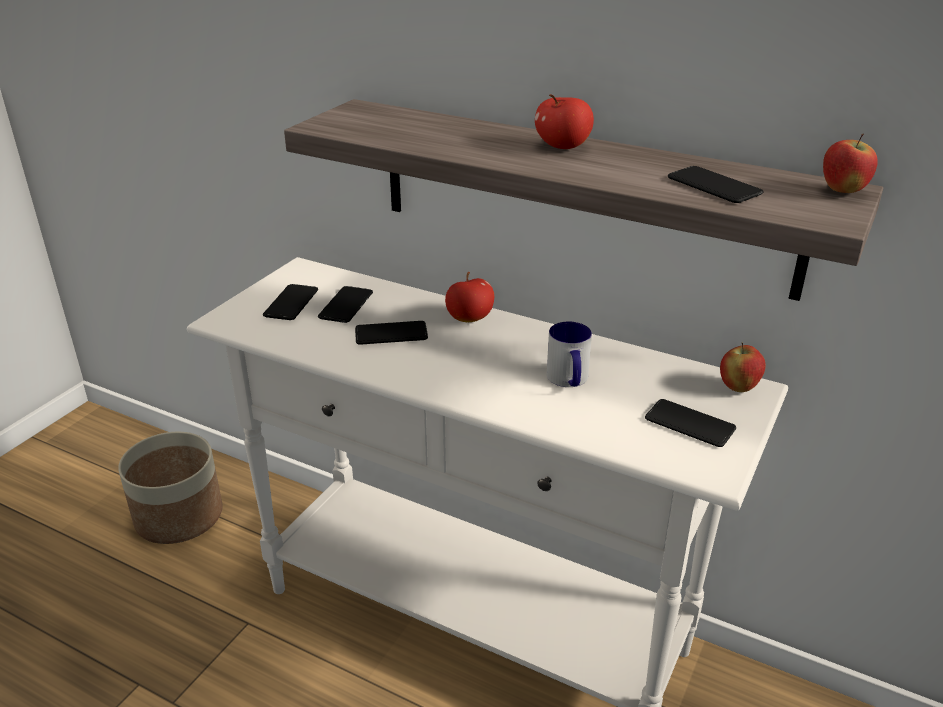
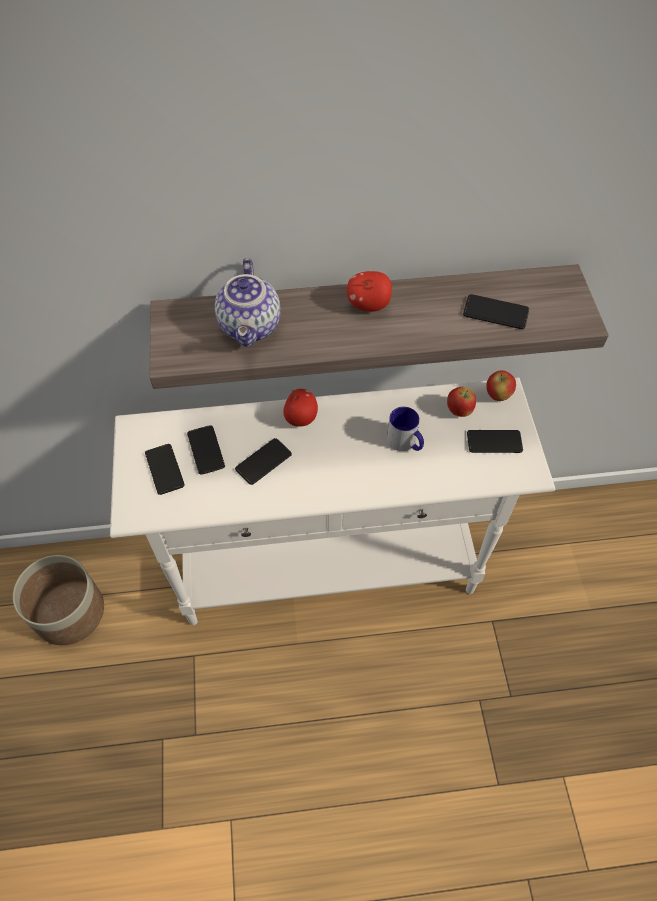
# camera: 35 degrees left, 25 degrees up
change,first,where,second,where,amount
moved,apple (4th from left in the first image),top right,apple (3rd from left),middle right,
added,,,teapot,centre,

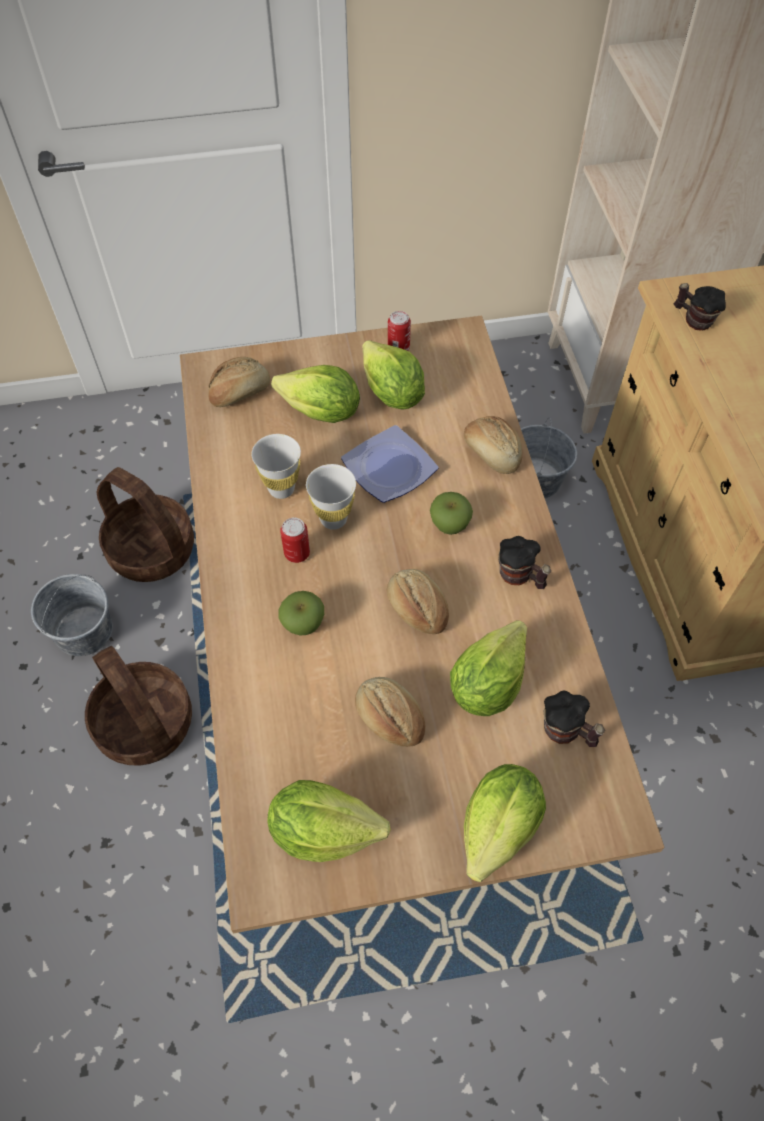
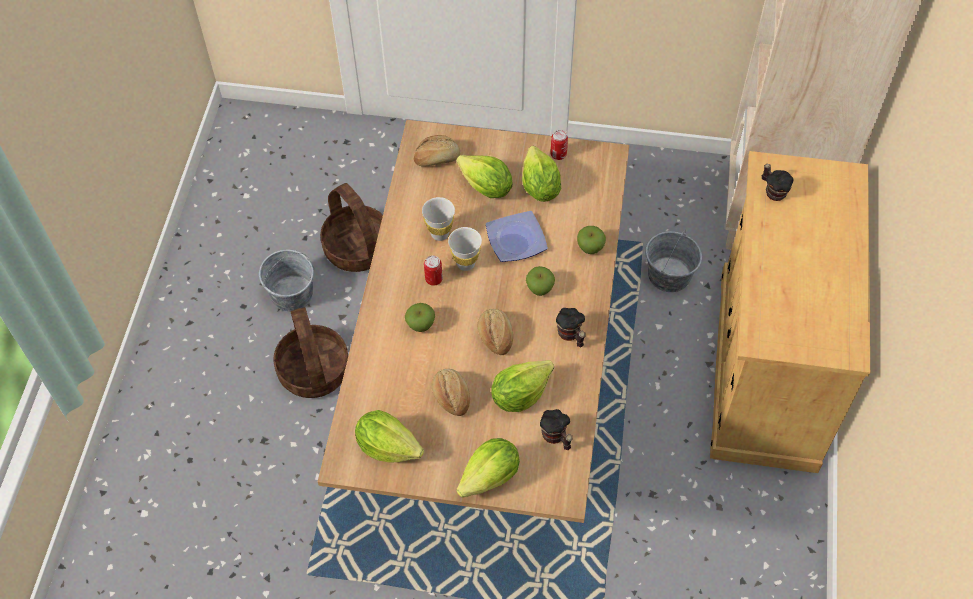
# camera: 20 degrees right, 0 degrees up
change,first,where,second,where,amount
replaced,bread (4th from left),centre,apple (3rd from left),centre,

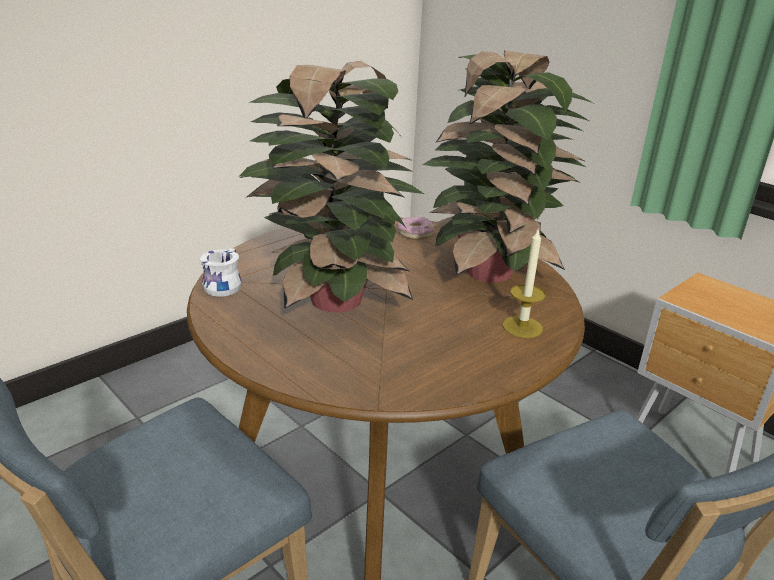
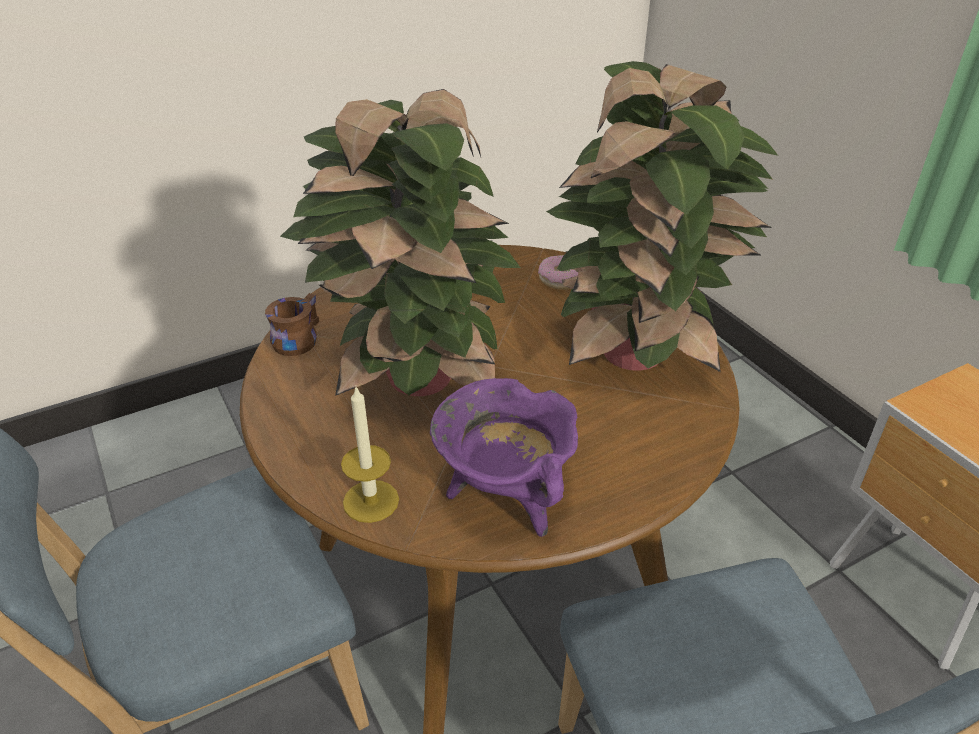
# camera: 15 degrees right, 10 degrees up
change,first,where,second,where,amount
moved,candle,middle right,,centre,
recoloured,white mug,middle left,brown mug,middle left,
added,,,purple cooking pot,centre,

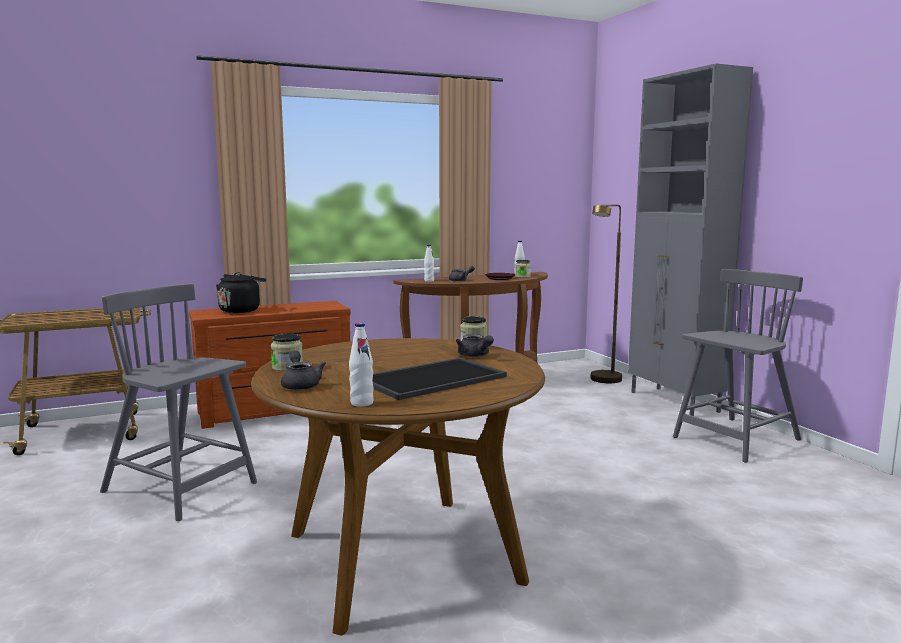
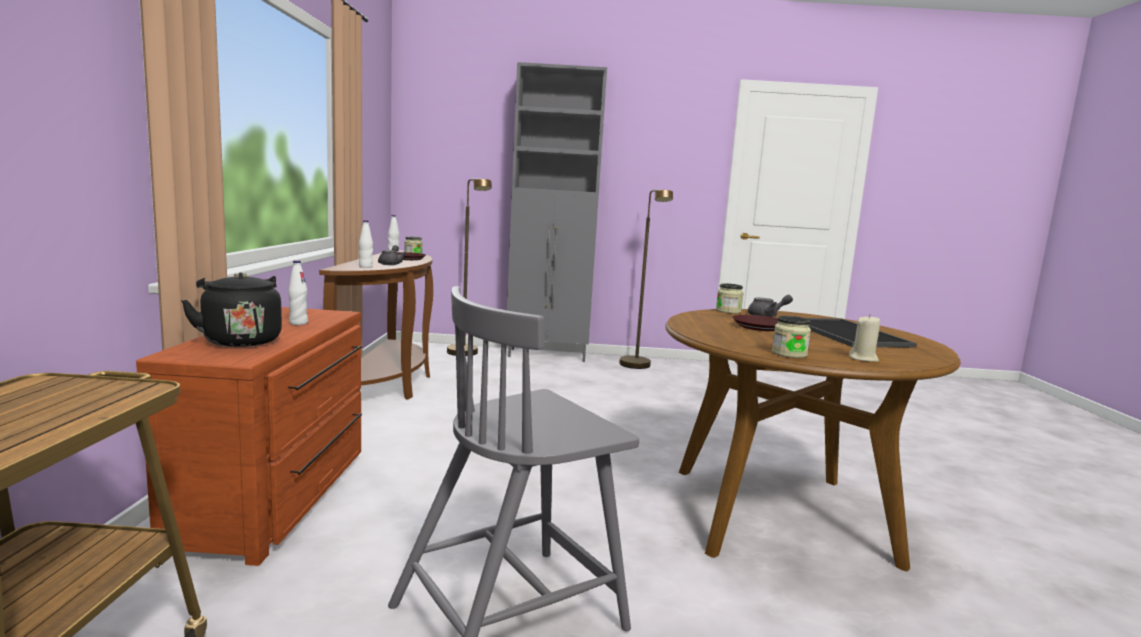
# camera: 65 degrees left, 0 degrees up
change,first,where,second,where,amount
replaced,grey chair (2nd from left),middle right,brown floor lamp (2nd from left),centre,
moved,white bottle (1st from left),centre,,middle left,
replaced,grey teapot (1st from left),centre,beige candle,middle right,
added,,,brown plate (2nd from left),centre,

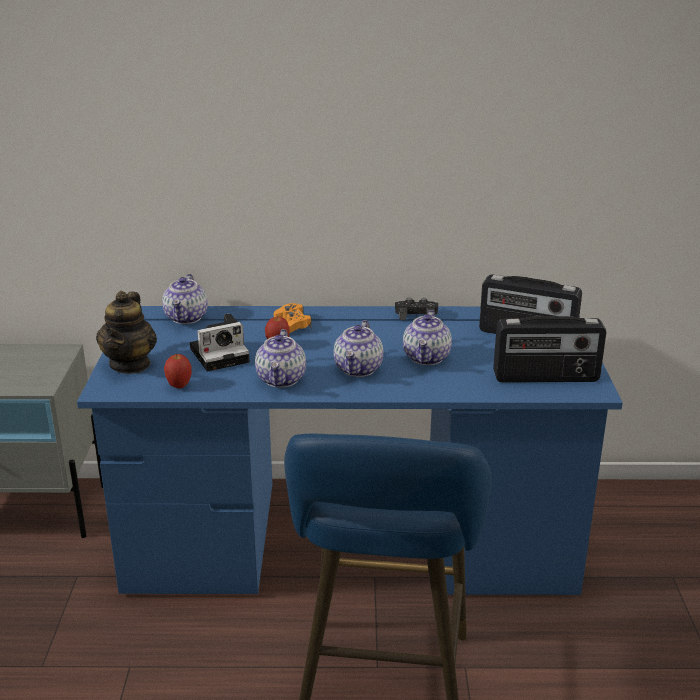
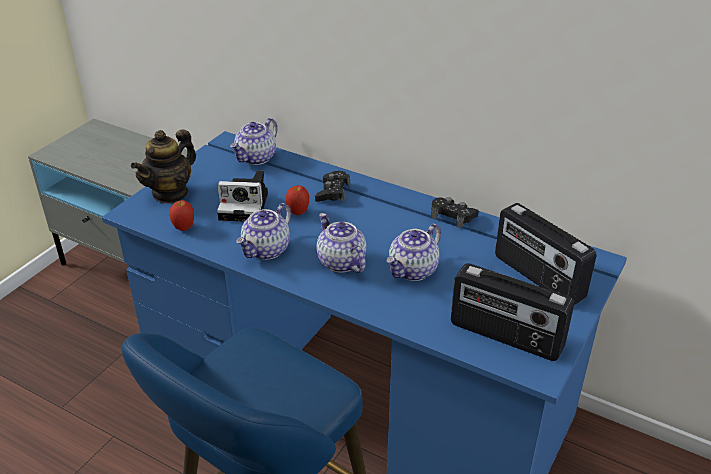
# camera: 30 degrees right, 10 degrees up
change,first,where,second,where,amount
recoloured,orange game controller,centre,black game controller (1st from left),centre,
turned,teapot (4th from left),centre,,centre,105 degrees clockwise

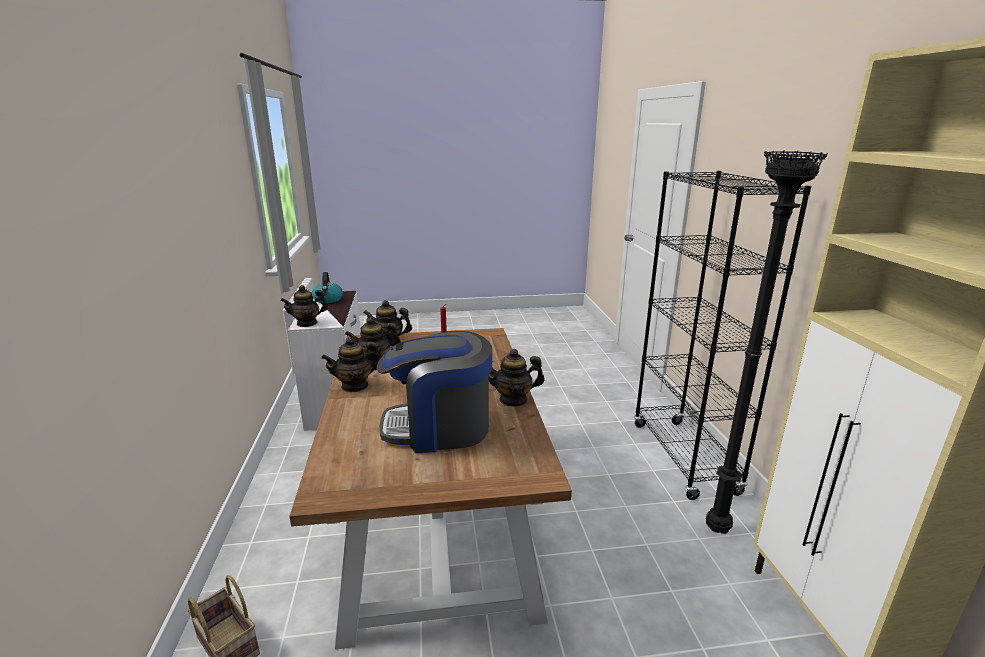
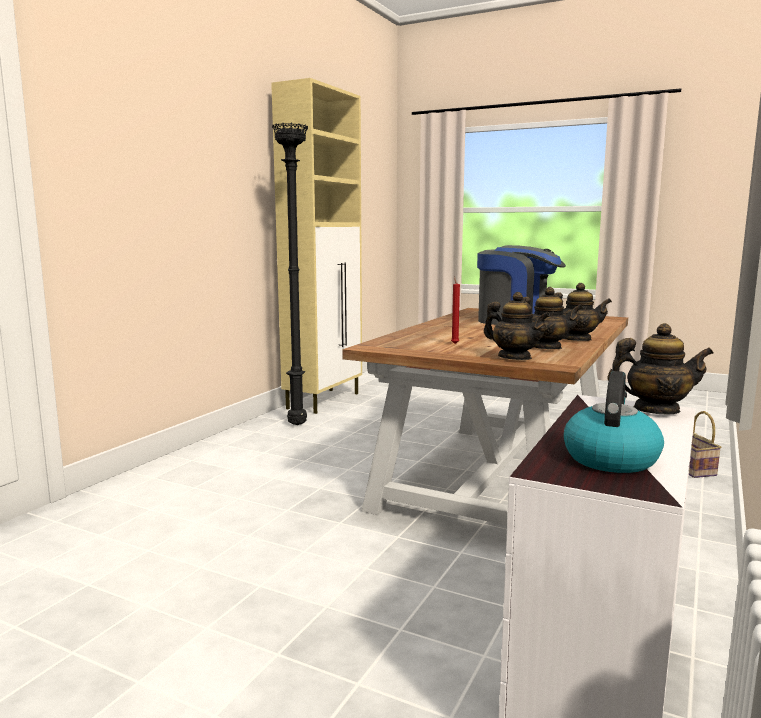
# camera: 145 degrees left, 10 degrees down
change,first,where,second,where,amount
removed,black bookcase,middle right,,,
removed,teapot (5th from left),centre,,,

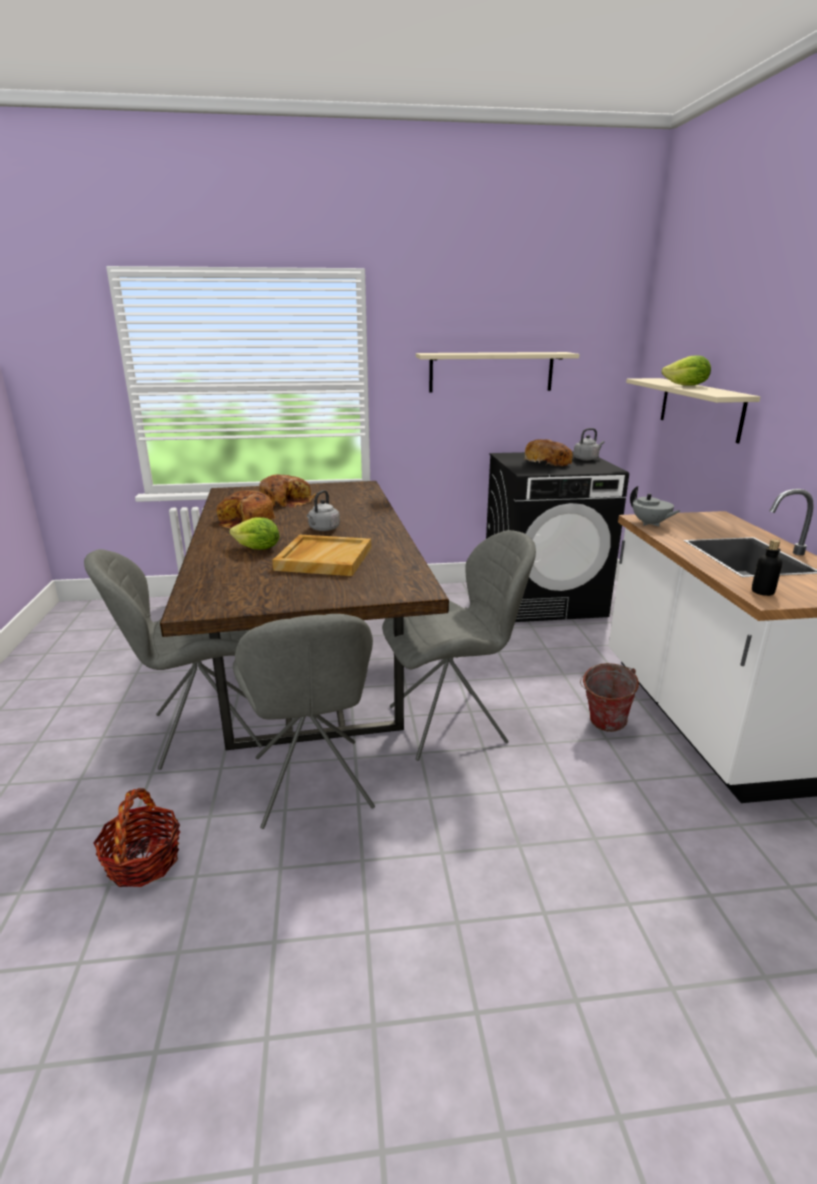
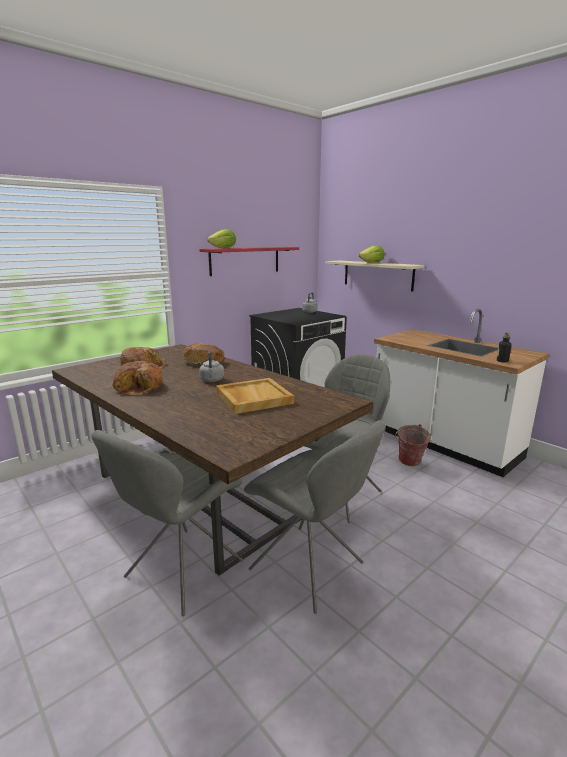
# camera: 35 degrees left, 5 degrees down
change,first,where,second,where,amount
recoloured,beige shelf (1st from left),top centre,red shelf,centre,
moved,bread (3rd from left),middle right,,centre,
removed,grey teapot,middle right,,,
moved,lettuce (1st from left),middle left,,top centre,
removed,basket,bottom left,,,

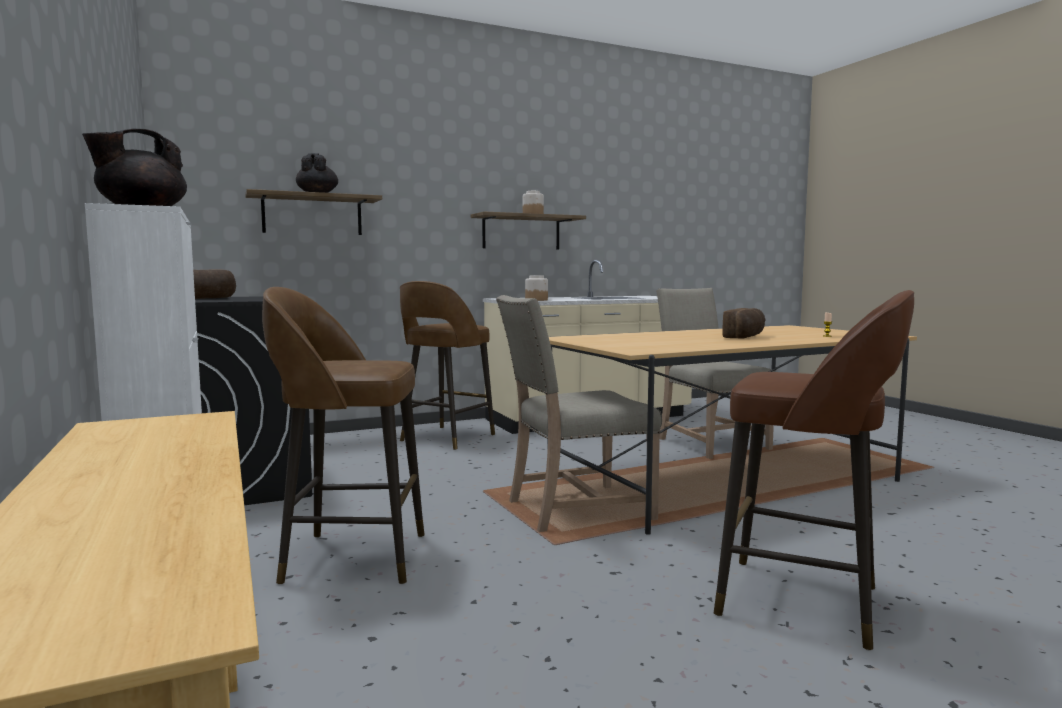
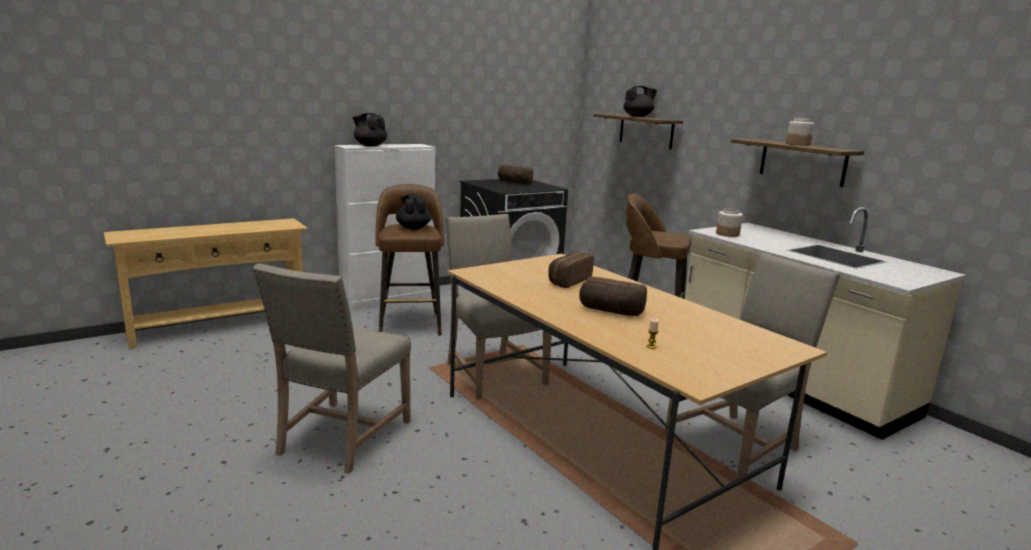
# camera: 80 degrees right, 10 degrees up
change,first,where,second,where,amount
replaced,brown stool (3rd from left),middle right,beige chair (1st from left),bottom left,
added,,,black teapot (2nd from left),centre,
added,,,bread (2nd from left),centre,

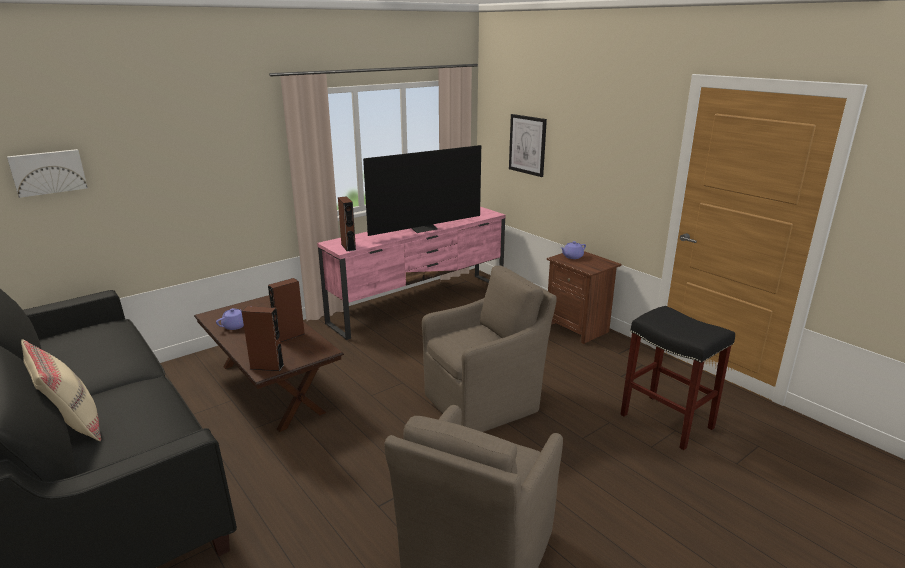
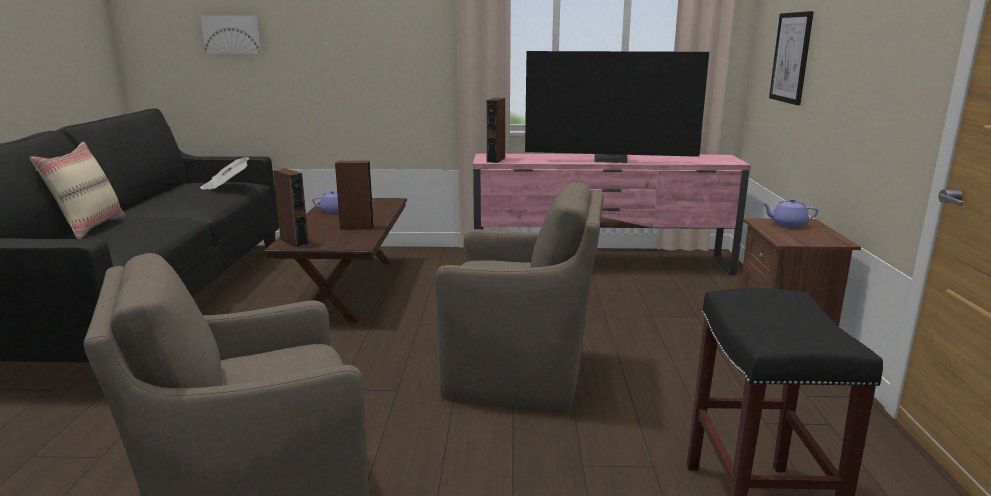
# camera: 40 degrees right, 5 degrees down
change,first,where,second,where,amount
added,,,newspaper,middle left,

